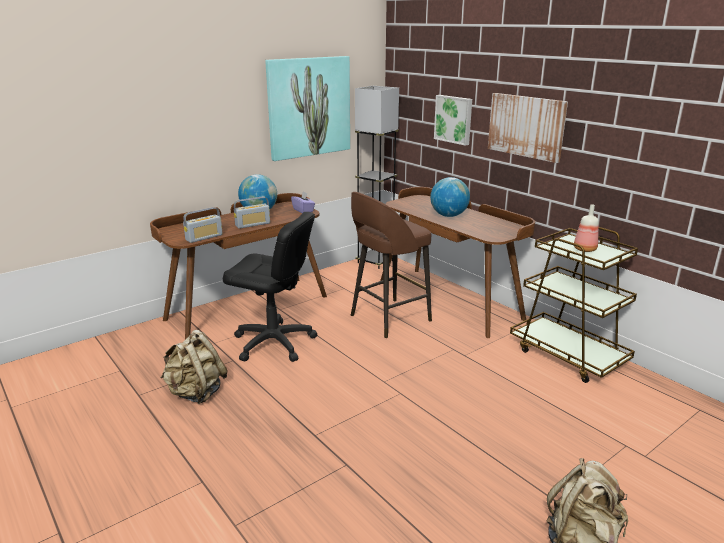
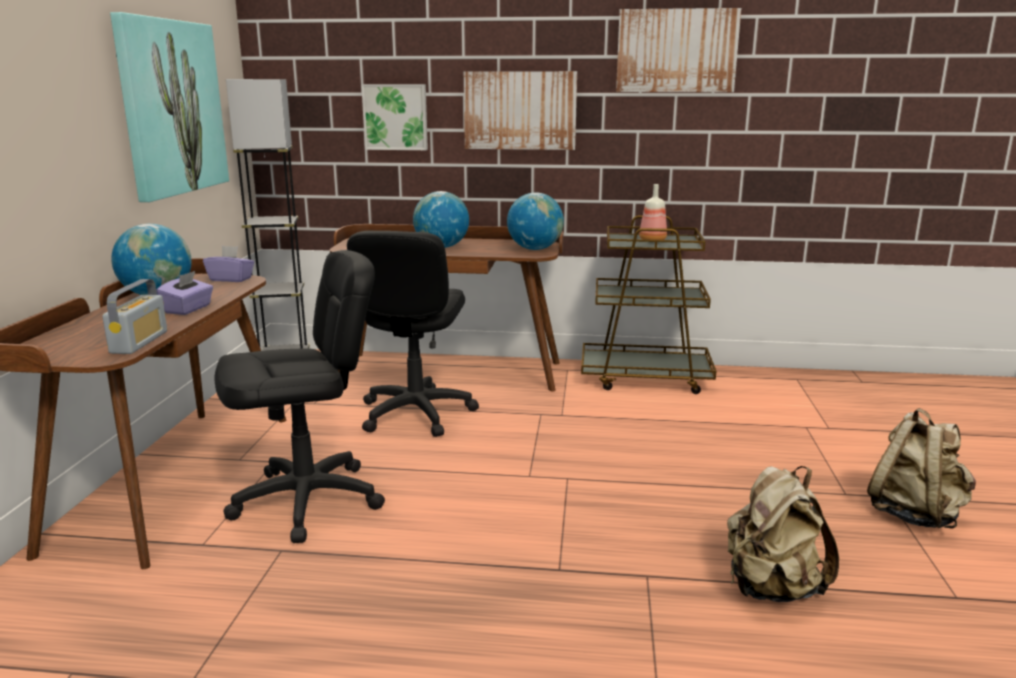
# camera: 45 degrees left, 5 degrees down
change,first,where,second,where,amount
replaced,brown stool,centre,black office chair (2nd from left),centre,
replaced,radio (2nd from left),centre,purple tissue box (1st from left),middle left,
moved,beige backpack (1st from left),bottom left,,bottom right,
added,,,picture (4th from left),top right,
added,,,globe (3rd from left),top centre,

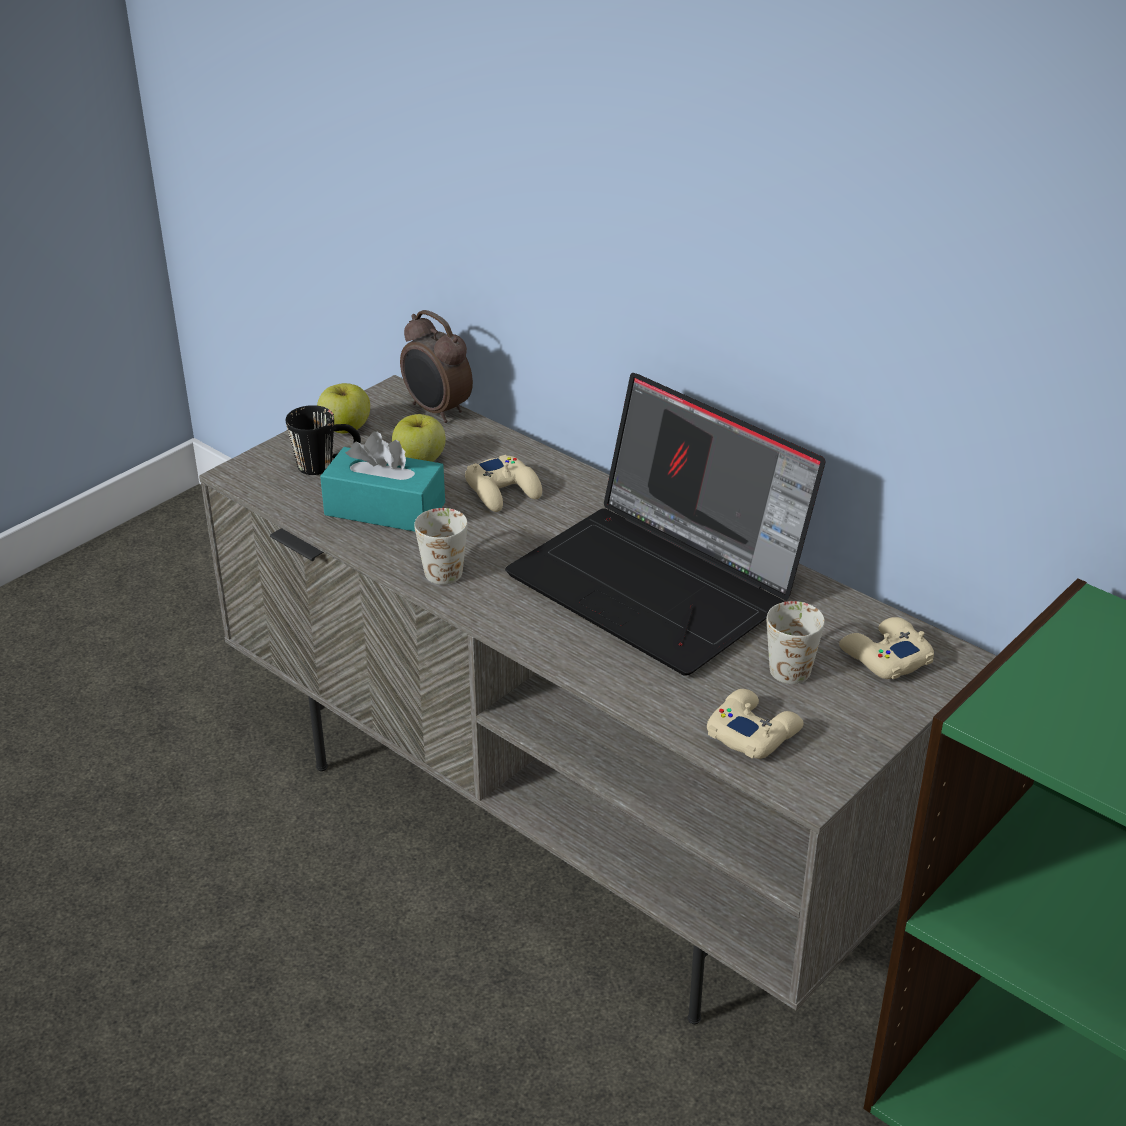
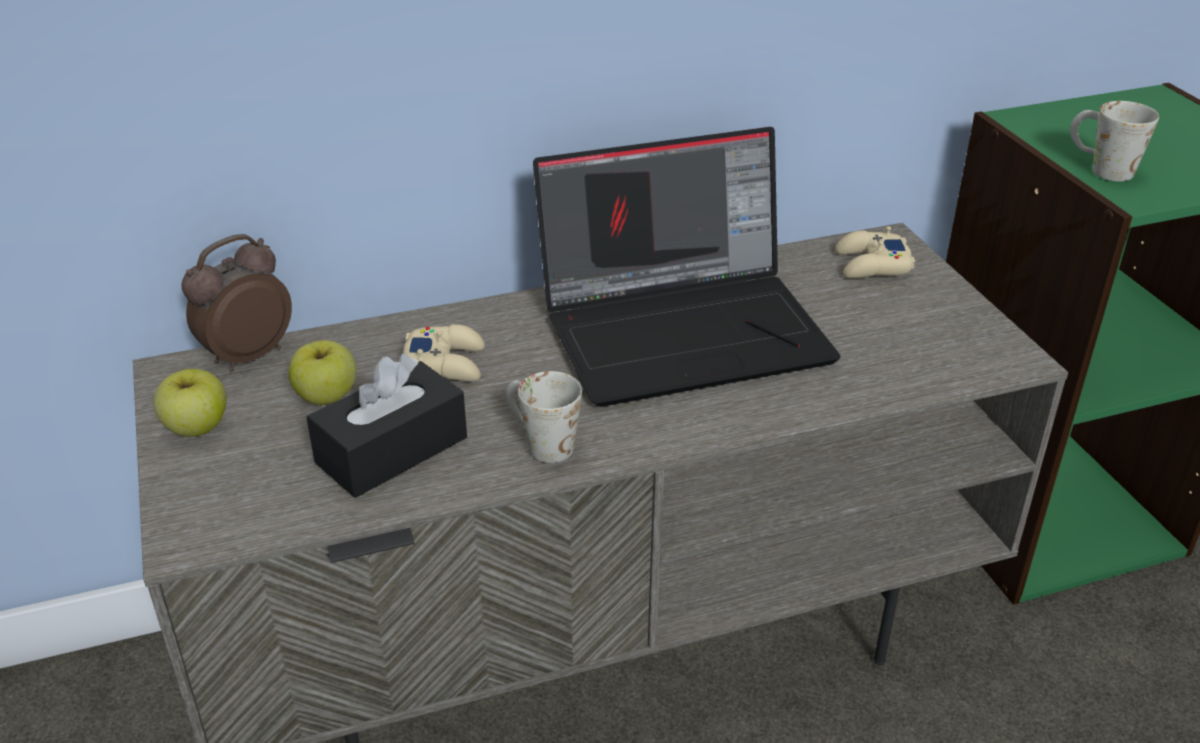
# camera: 60 degrees left, 0 degrees up
change,first,where,second,where,amount
turned,alarm clock,top centre,,middle left,150 degrees clockwise
removed,black mug,middle left,,,
recoloured,turquoise tissue box,centre,black tissue box,middle left,
moved,white mug (2nd from left),middle right,,top right,
removed,beige game controller (2nd from left),middle right,,,

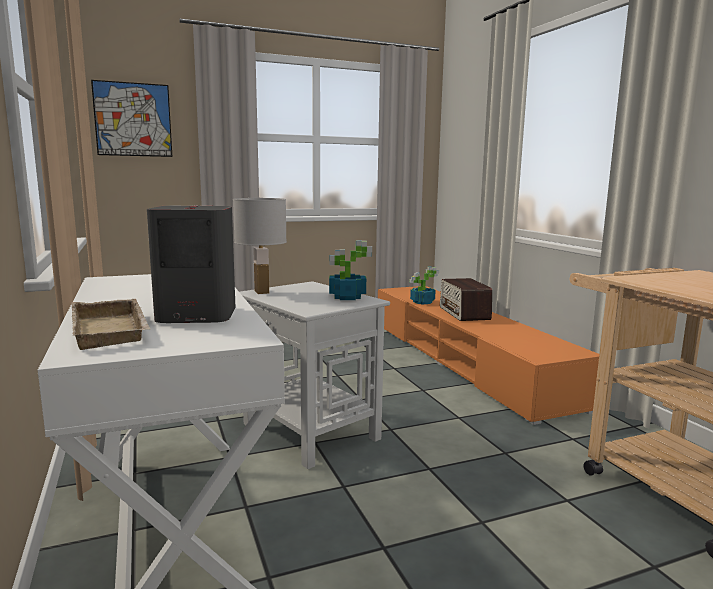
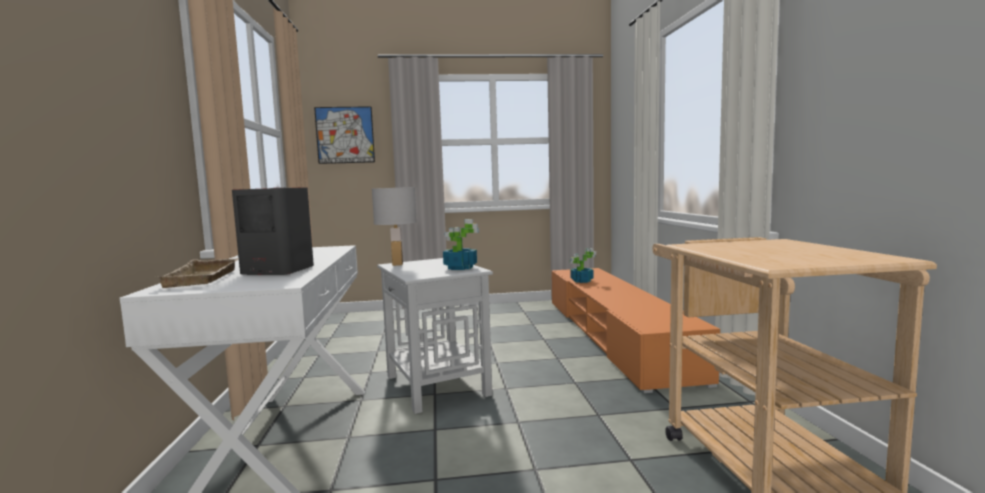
# camera: 15 degrees right, 5 degrees down
change,first,where,second,where,amount
removed,radio,centre,,,

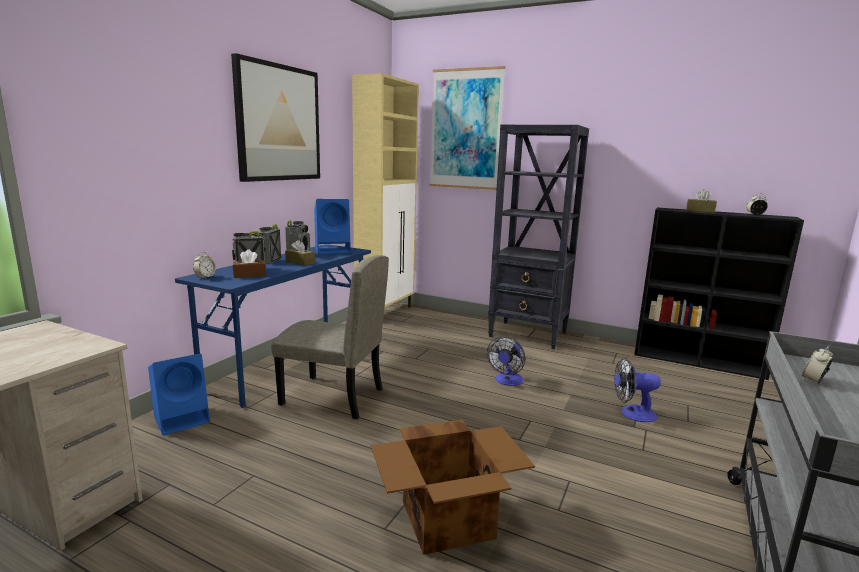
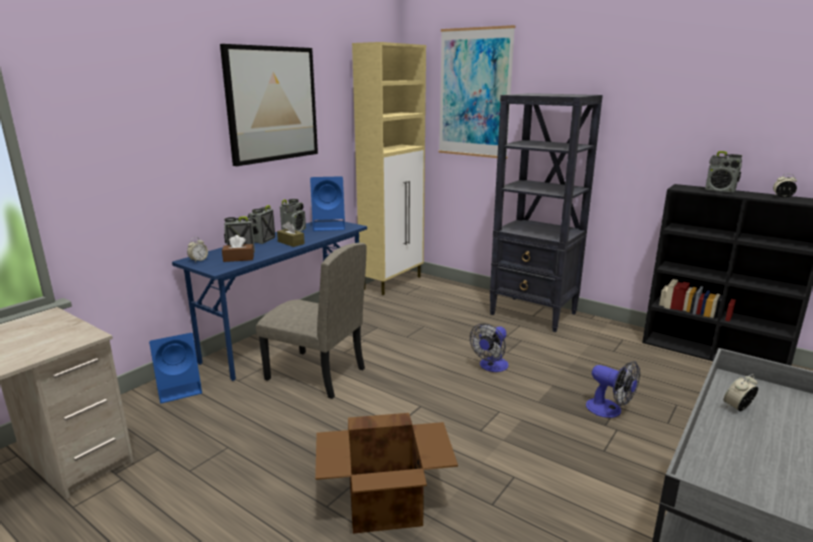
# camera: 10 degrees right, 5 degrees up
change,first,where,second,where,amount
replaced,brown tissue box (3rd from left),middle right,radio (4th from left),top right,
turned,fan (2nd from left),bottom right,,bottom right,150 degrees counterclockwise

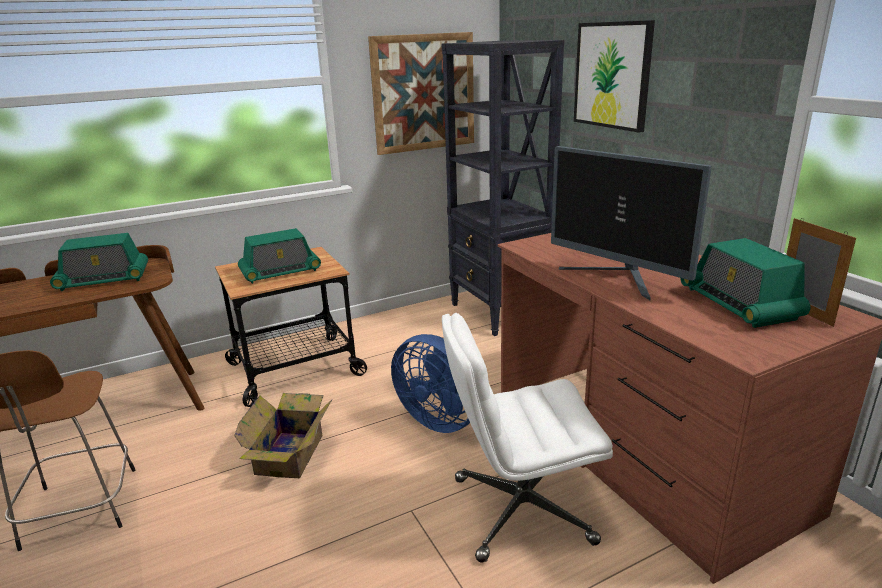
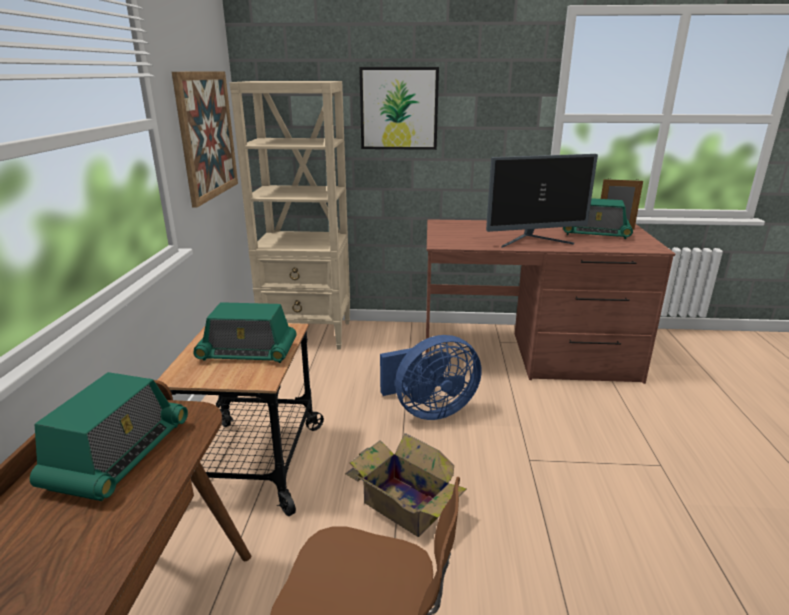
# camera: 60 degrees left, 0 degrees up
change,first,where,second,where,amount
recoloured,black bookcase,top centre,beige bookcase,centre,
turned,radio (2nd from left),middle left,,middle left,90 degrees clockwise
removed,white office chair,bottom centre,,,

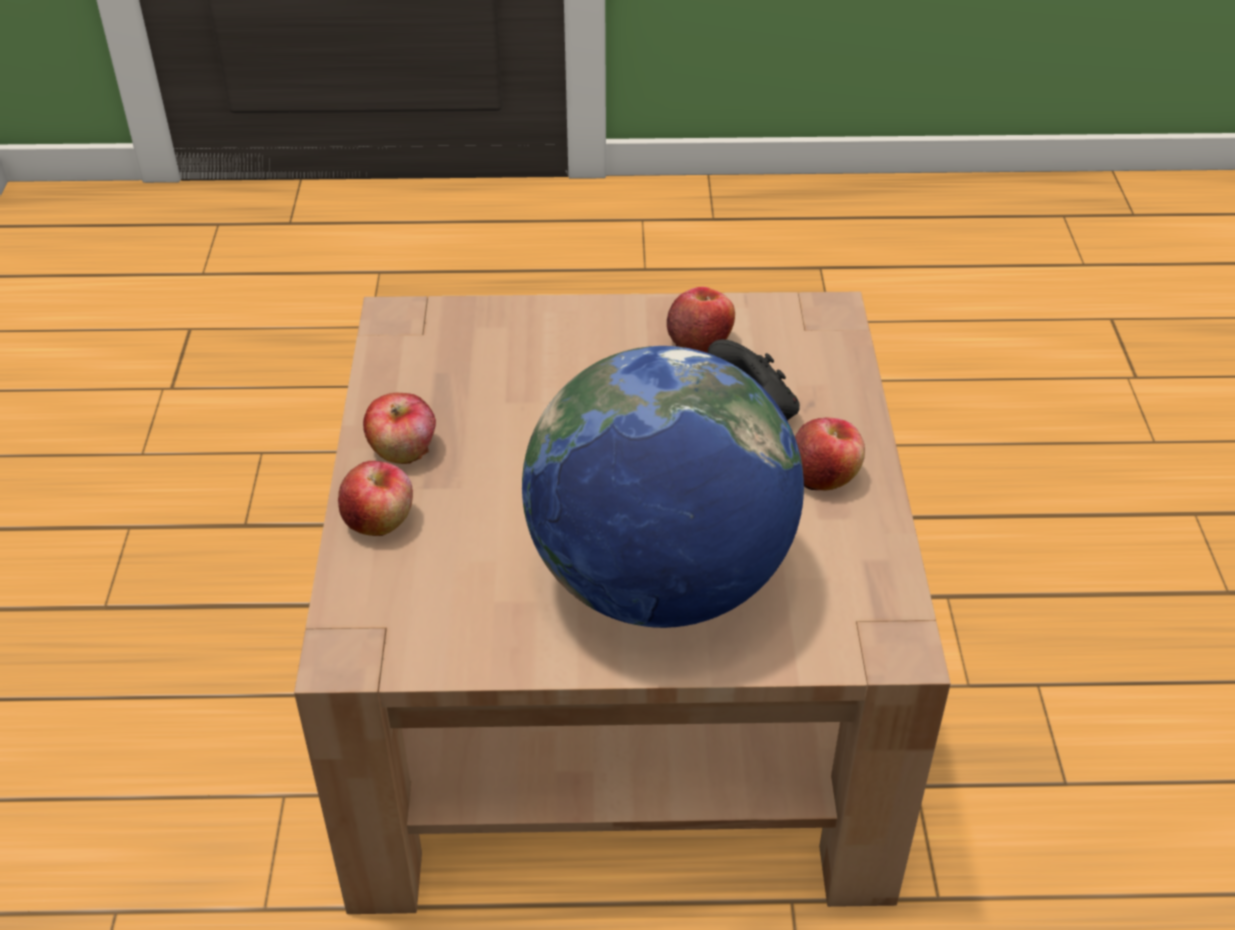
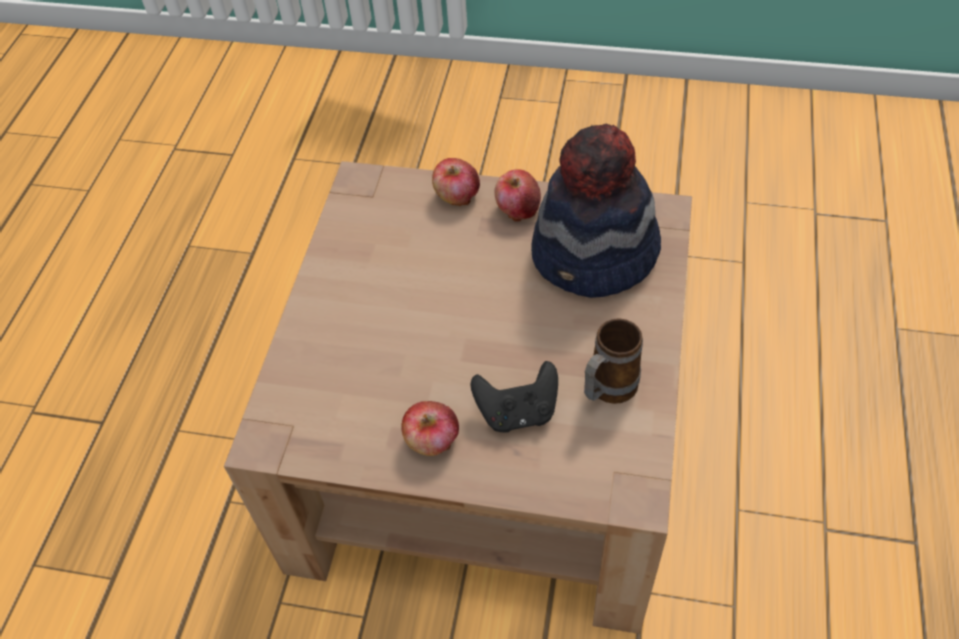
# camera: 105 degrees right, 10 degrees up
change,first,where,second,where,amount
replaced,apple (3rd from left),centre,mug,centre,
removed,globe,centre,,,
added,,,hat,top centre,

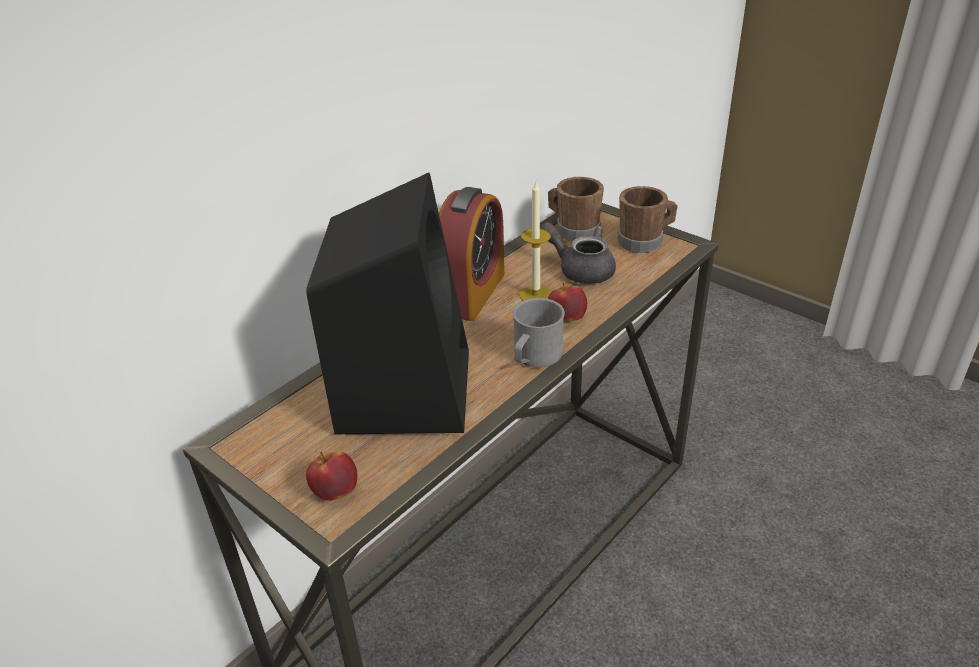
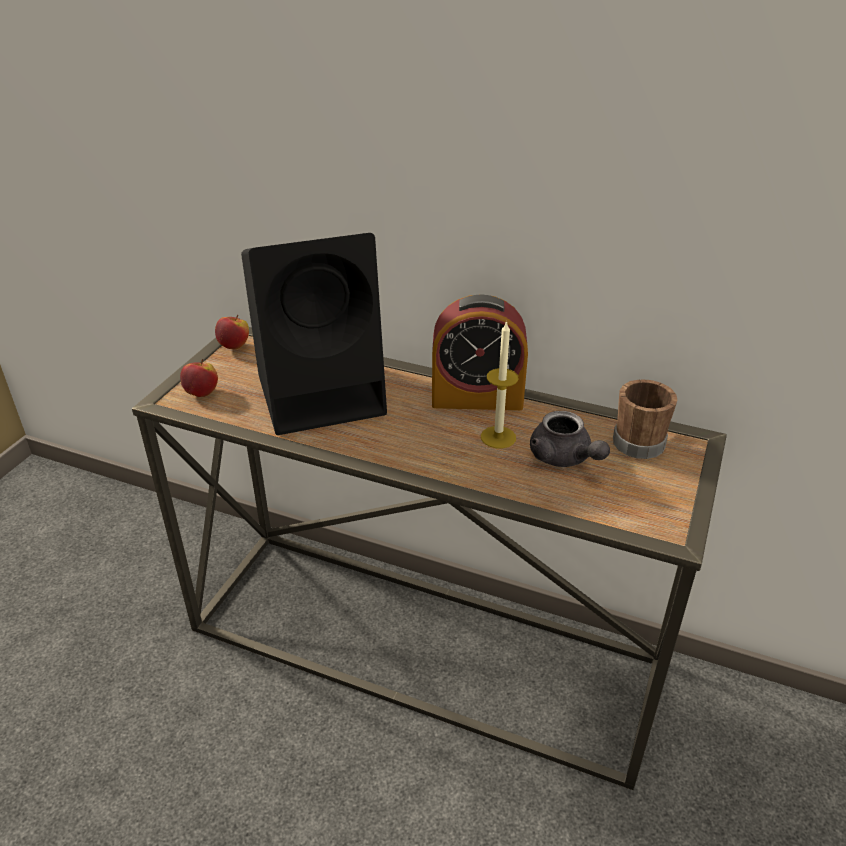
# camera: 70 degrees right, 0 degrees up
change,first,where,second,where,amount
removed,brown mug (2nd from left),top centre,,,
turned,grey teapot,centre,,middle right,135 degrees clockwise
moved,apple (2nd from left),centre,,middle left,
removed,grey mug,centre,,,

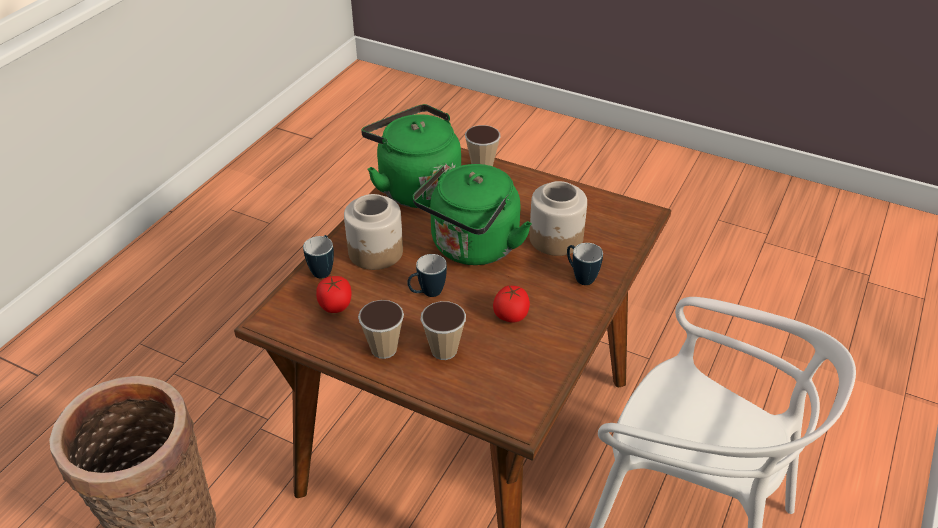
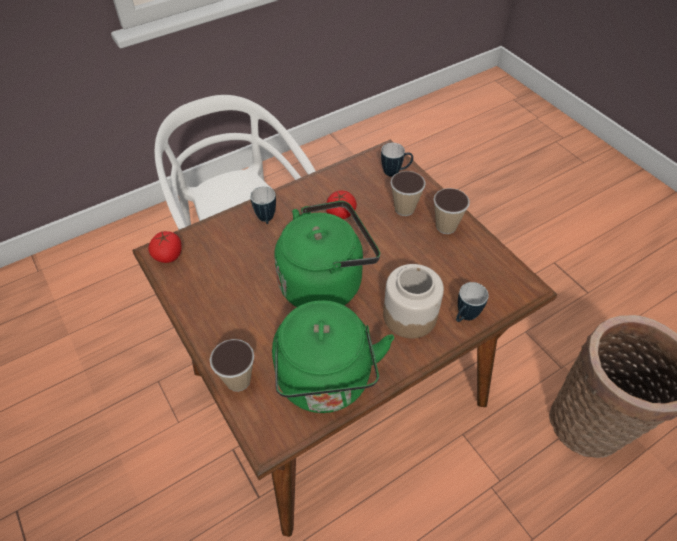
# camera: 150 degrees left, 10 degrees up
change,first,where,second,where,amount
removed,jar (2nd from left),centre,,,
moved,mug (2nd from left),centre,,top centre,
moved,tomato (1st from left),centre,,middle left,

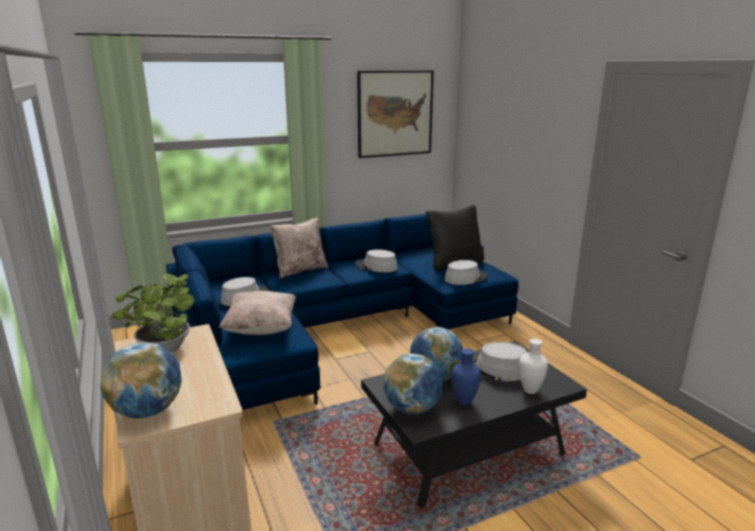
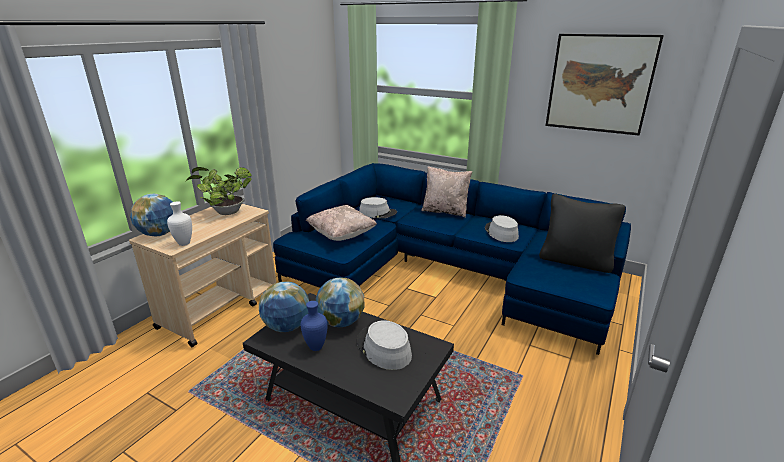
# camera: 55 degrees right, 5 degrees up
change,first,where,second,where,amount
removed,grey hat (3rd from left),centre,,,
moved,white vase,bottom right,,middle left,

